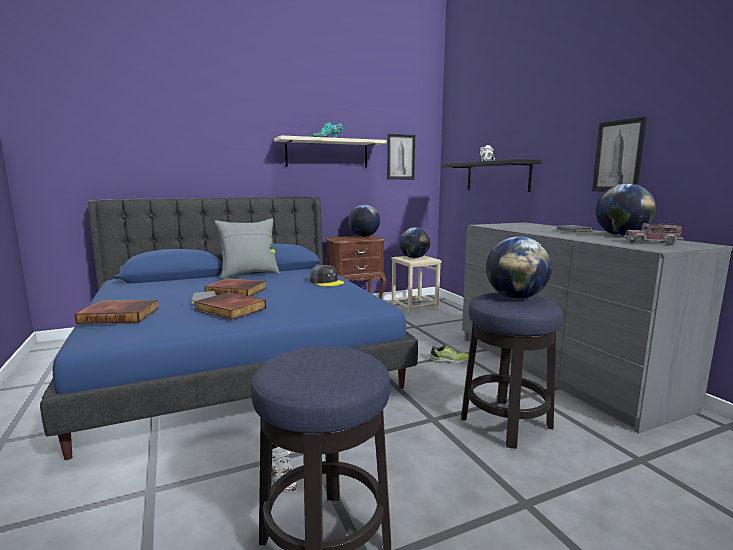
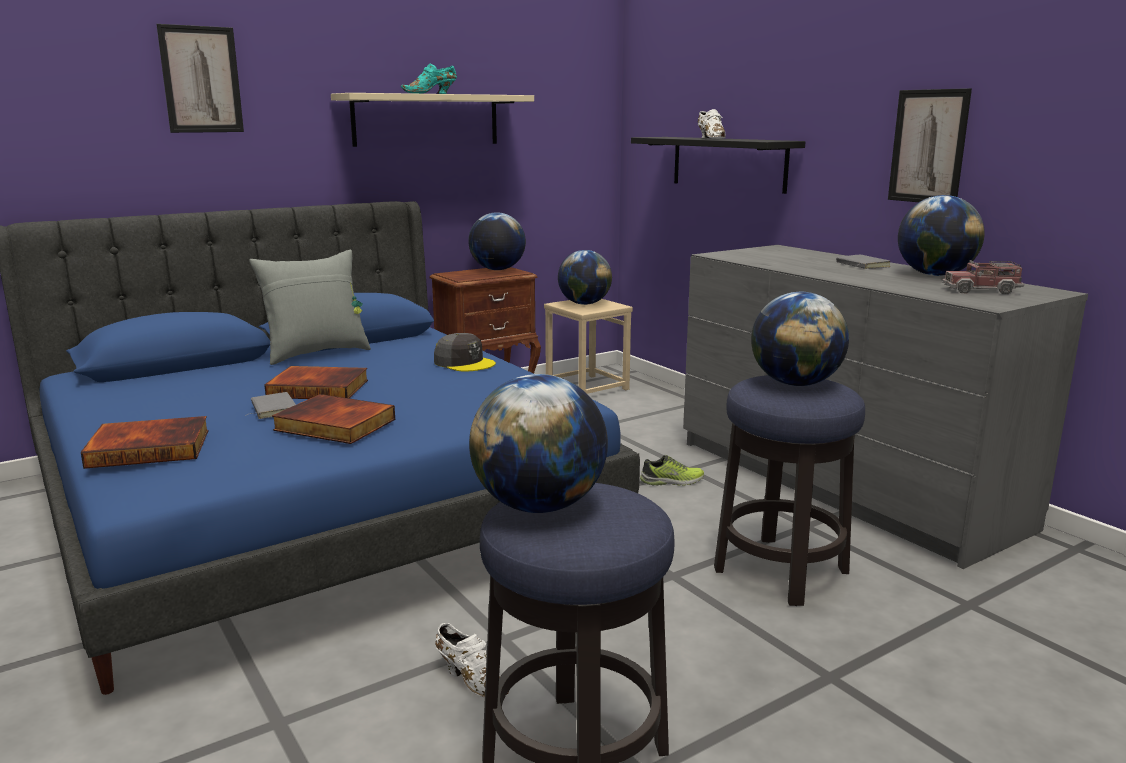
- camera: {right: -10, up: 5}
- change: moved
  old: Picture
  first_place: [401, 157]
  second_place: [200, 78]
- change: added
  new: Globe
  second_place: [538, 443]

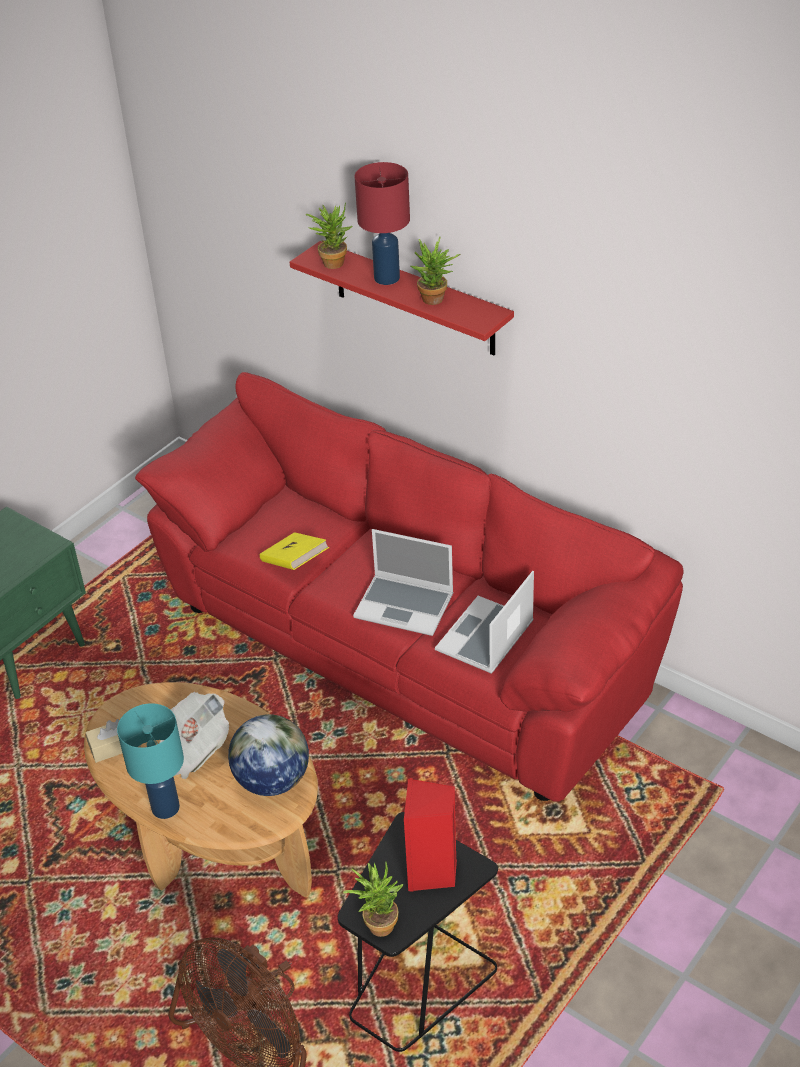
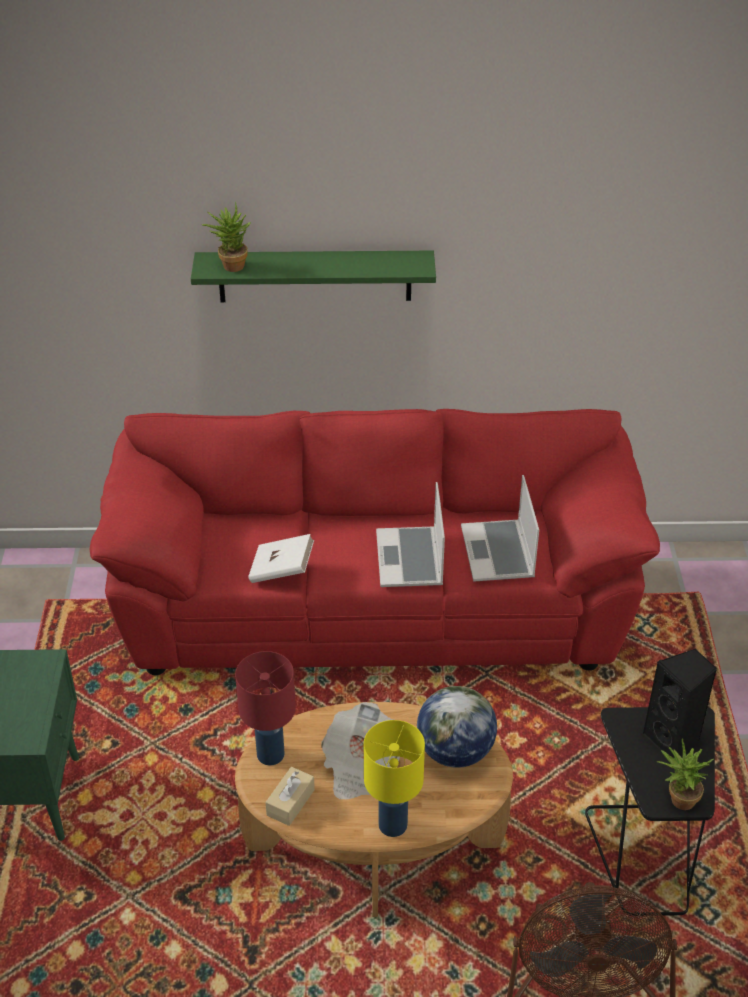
- camera: {right: -40, up: 0}
- change: recoloured
  old: RedShelf
  new: GreenShelf
  first_place: [402, 298]
  second_place: [313, 276]
- change: moved
  old: RedTableLamp
  first_place: [382, 223]
  second_place: [265, 708]
- change: recoloured
  old: YellowBook
  new: WhiteBook
  first_place: [294, 551]
  second_place: [281, 558]
- change: recoloured
  old: TurquoiseTableLamp
  new: YellowTableLamp
  first_place: [150, 761]
  second_place: [394, 778]
- change: turned
  old: Laptop
  first_place: [403, 582]
  second_place: [410, 534]
  degrees: 105
- change: recoloured
  old: RedSpeaker
  new: BlackSpeaker
  first_place: [430, 835]
  second_place: [680, 703]
- change: removed
  old: PottedPlant
  first_place: [435, 270]

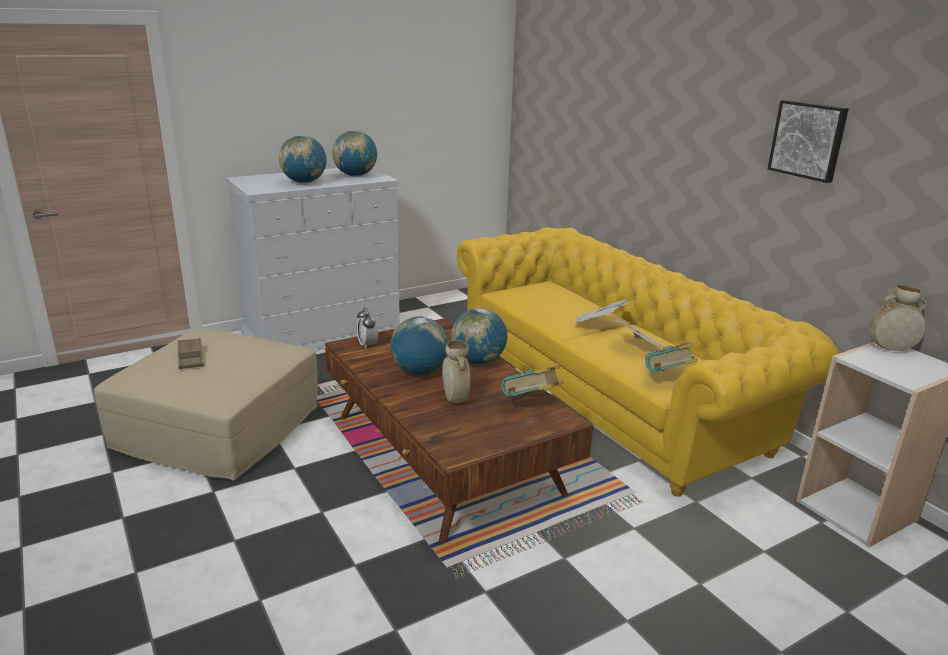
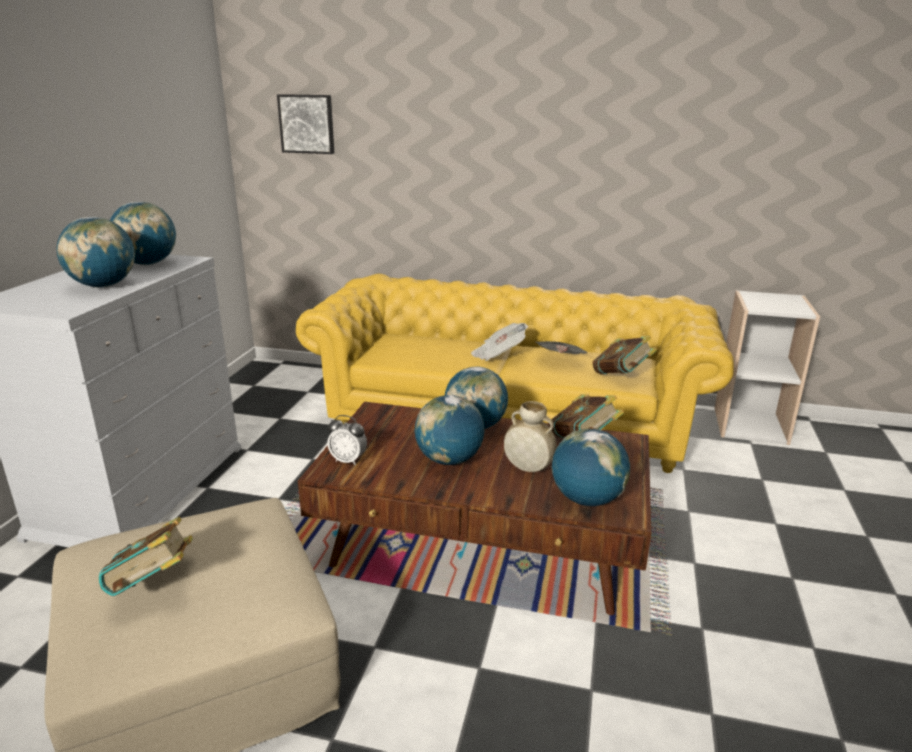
- camera: {right: -45, up: 0}
- change: replaced
  old: BrownTray
  new: Book
  first_place: [190, 353]
  second_place: [146, 556]
- change: moved
  old: Picture
  first_place: [808, 141]
  second_place: [305, 124]
- change: added
  new: Globe
  second_place: [591, 467]
- change: removed
  old: BeigeVase
  first_place: [897, 318]

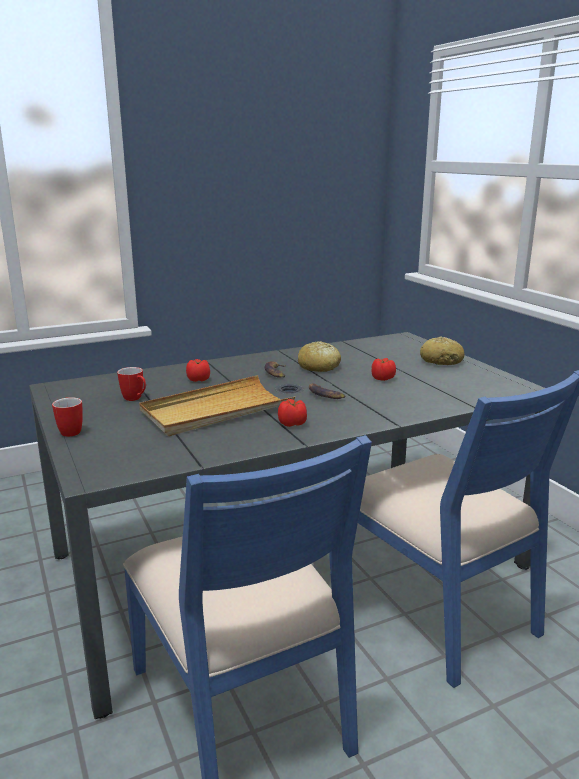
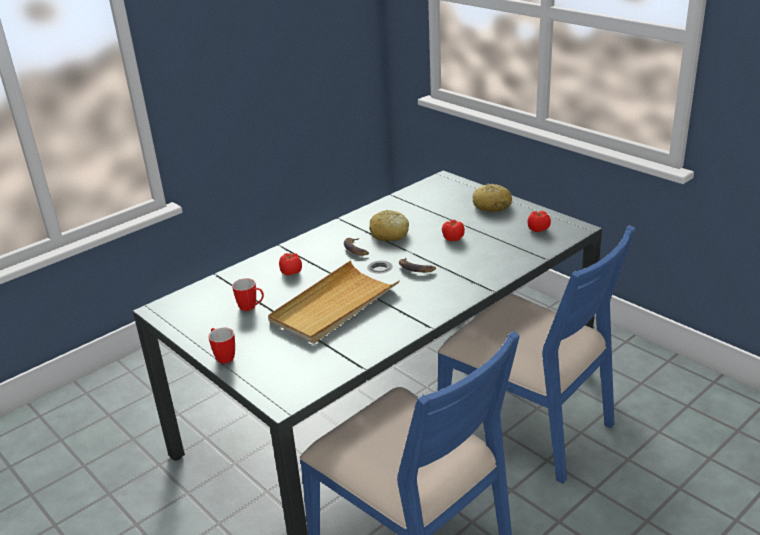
- camera: {right: -15, up: 10}
- change: moved
  old: Tomato
  first_place: [292, 413]
  second_place: [539, 221]

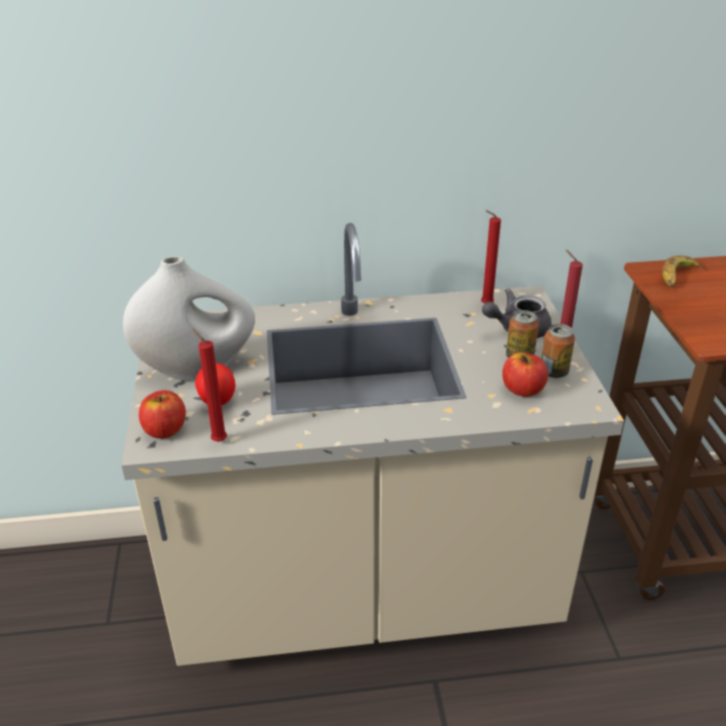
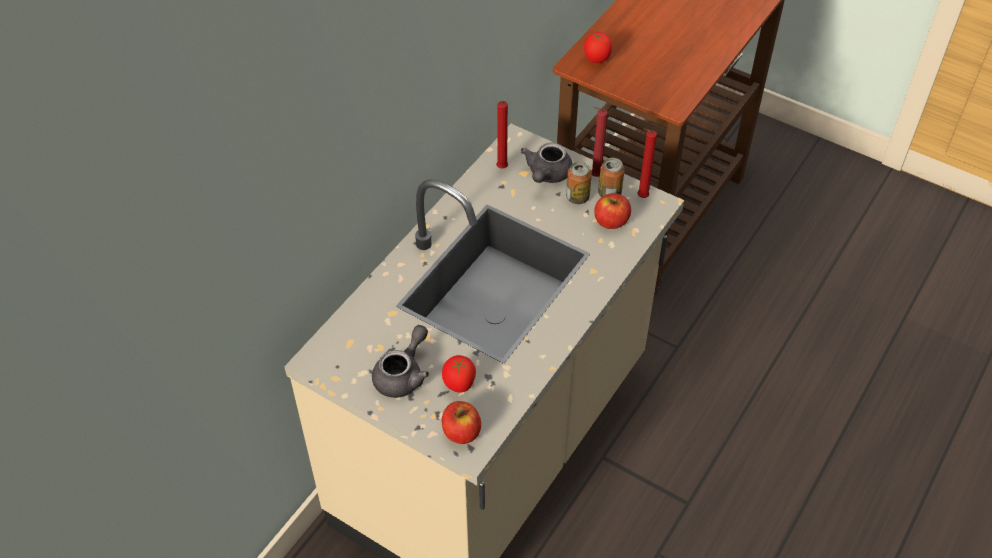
- camera: {right: -50, up: 15}
- change: replaced
  old: WhiteVase
  new: GreyTeapot
  first_place: [189, 318]
  second_place: [401, 361]
- change: replaced
  old: Banana
  new: Tomato
  first_place: [682, 271]
  second_place: [598, 47]
- change: moved
  old: RedCandle
  first_place: [209, 385]
  second_place: [647, 163]

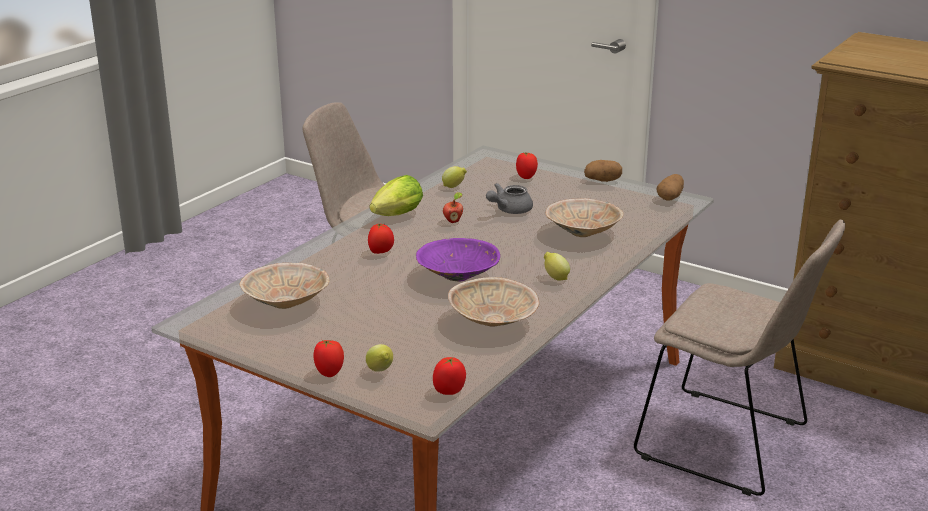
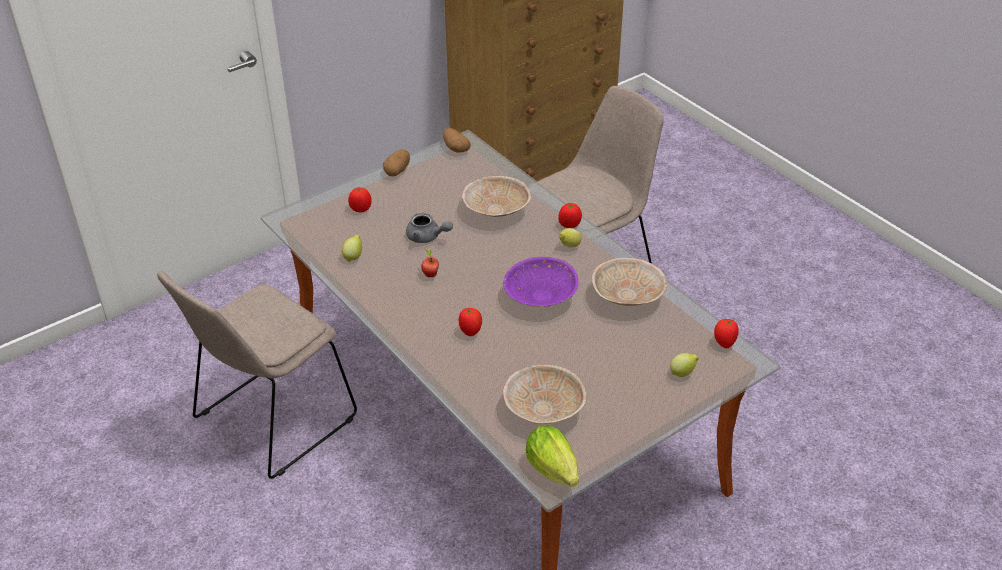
- camera: {right: -70, up: 15}
- change: turned
  old: GreyTeapot
  first_place: [509, 198]
  second_place: [429, 228]
  degrees: -45
- change: moved
  old: Lettuce
  first_place: [396, 195]
  second_place: [552, 456]
- change: moved
  old: Tomato
  first_place: [329, 358]
  second_place: [570, 215]

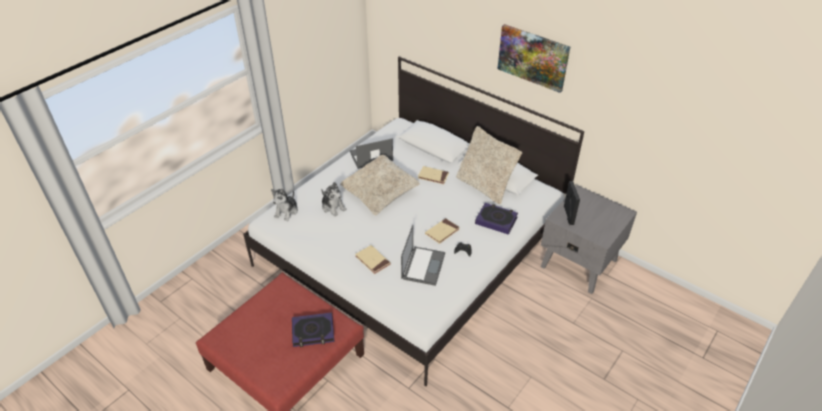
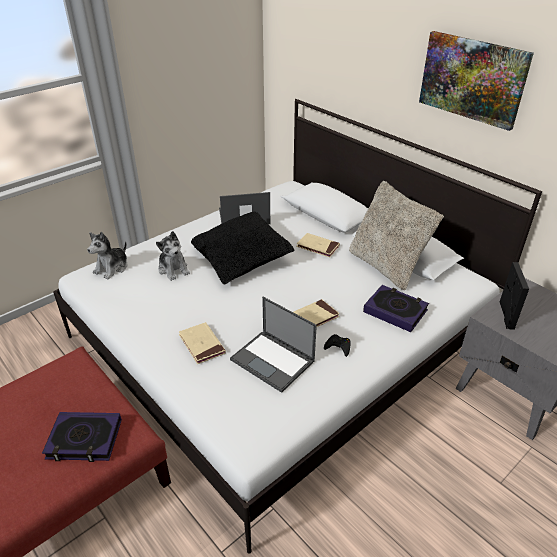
- camera: {right: 10, up: -5}
- change: recoloured
  old: BeigePillow
  new: BlackPillow
  first_place: [380, 185]
  second_place: [242, 248]
- change: turned
  old: Laptop
  first_place: [423, 255]
  second_place: [273, 345]
  degrees: 105

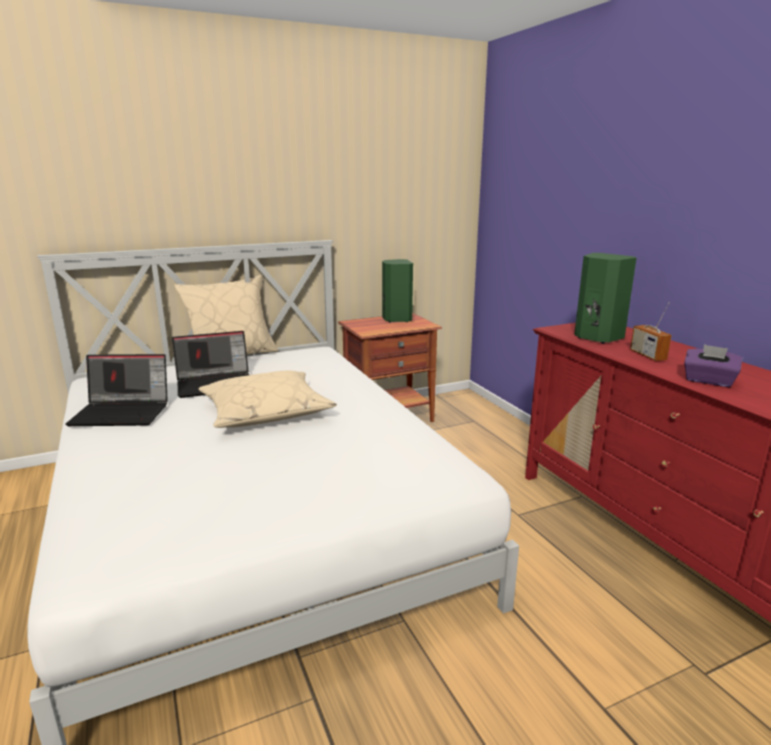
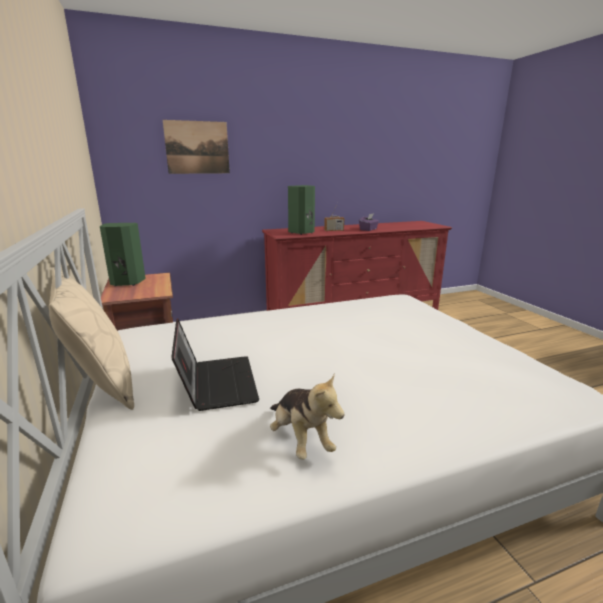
- camera: {right: -85, up: 0}
- change: added
  new: Picture
  second_place: [196, 147]
- change: replaced
  old: Laptop
  new: PlushToy
  first_place: [117, 390]
  second_place: [307, 416]
- change: removed
  old: BeigePillow
  first_place: [267, 399]

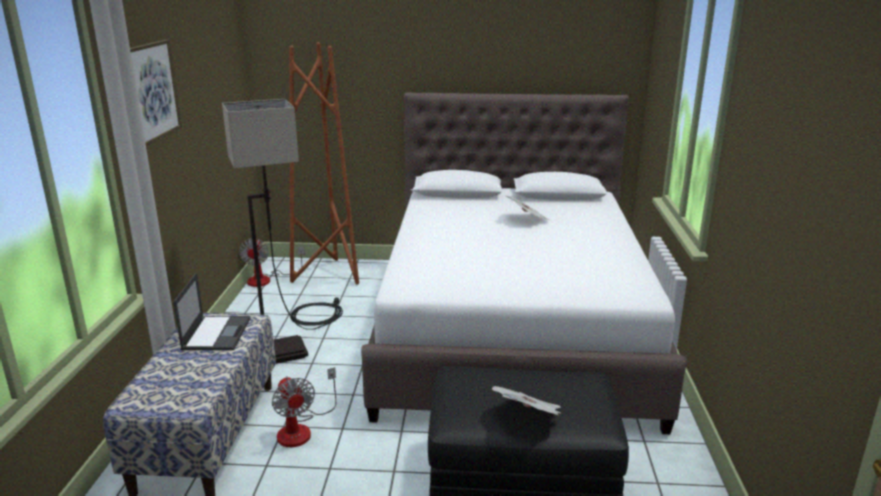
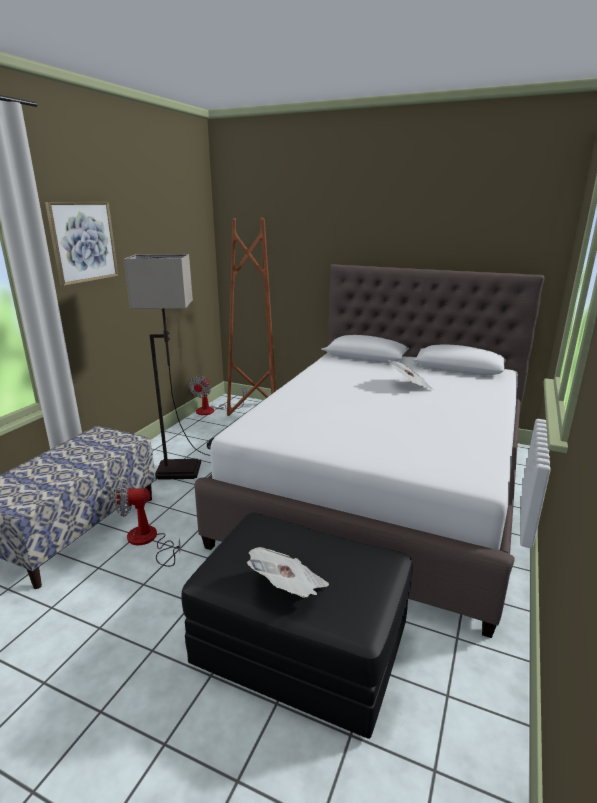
- camera: {right: 20, up: 0}
- change: turned
  old: Fan
  first_place: [304, 407]
  second_place: [148, 523]
  degrees: 90
- change: removed
  old: Laptop
  first_place: [211, 311]

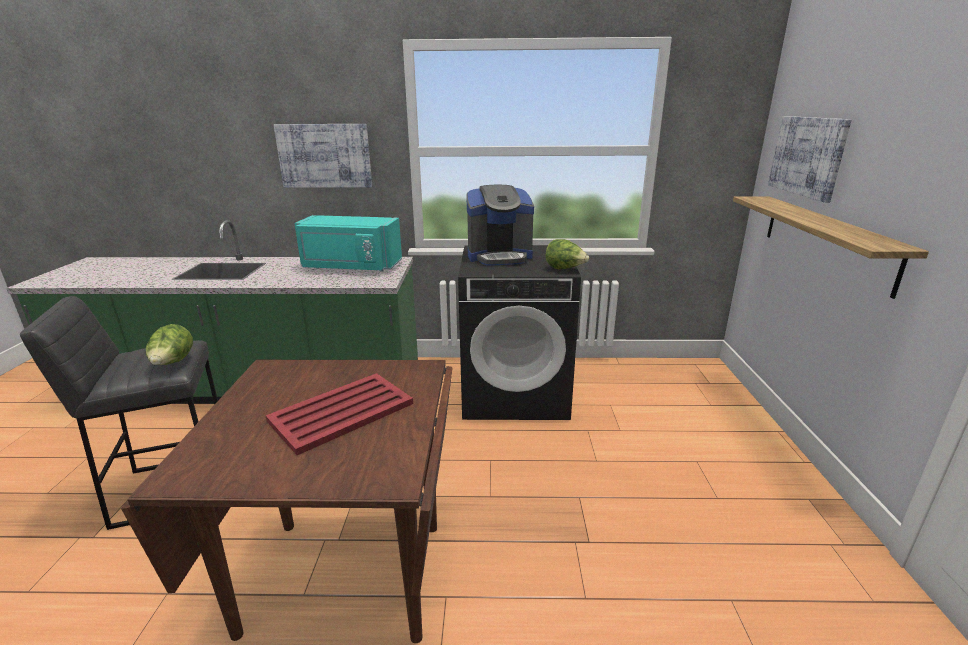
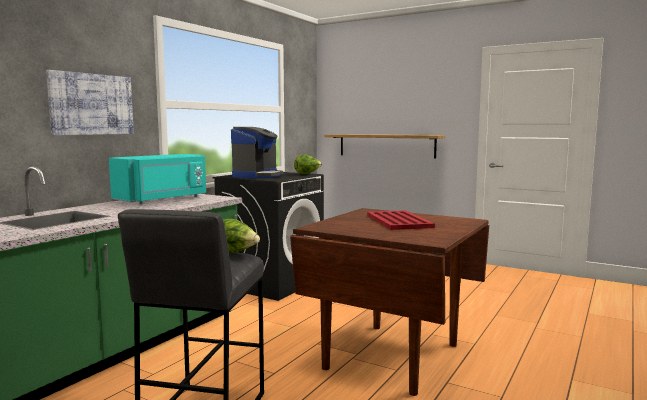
- camera: {right: -60, up: -15}
- change: removed
  old: Picture
  first_place: [810, 159]

